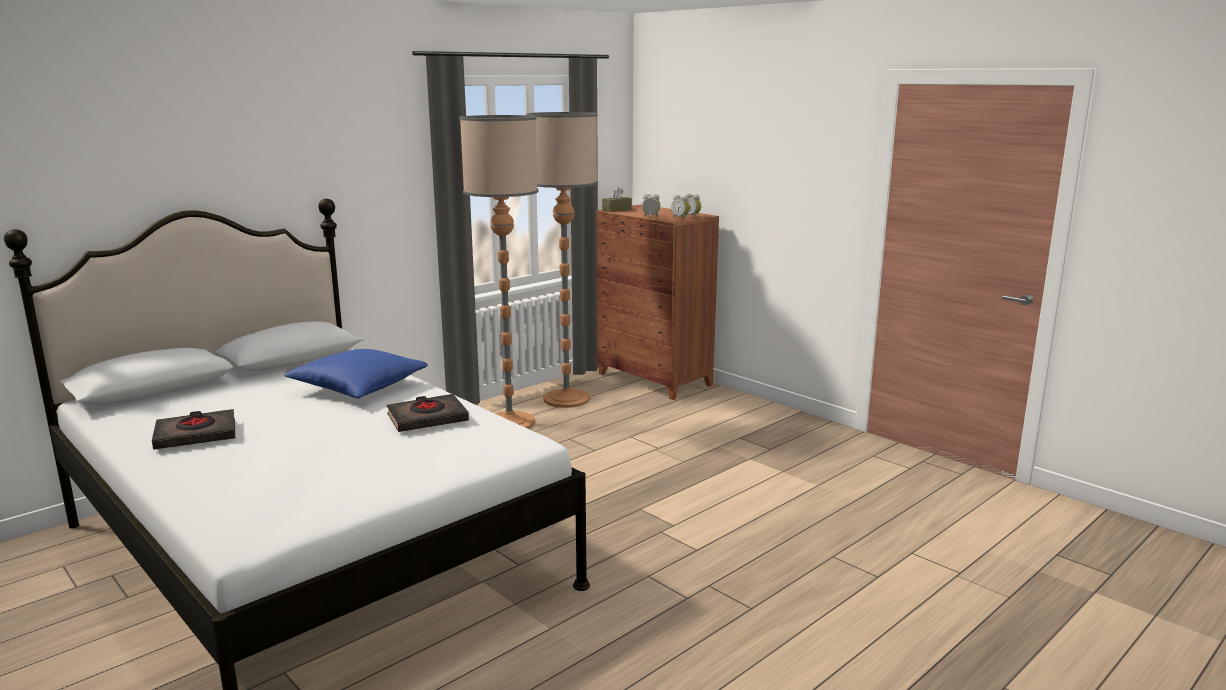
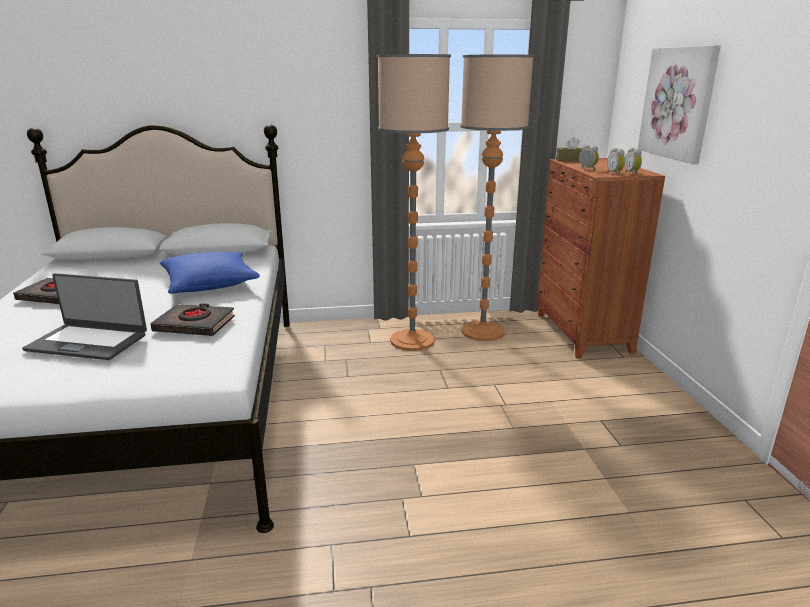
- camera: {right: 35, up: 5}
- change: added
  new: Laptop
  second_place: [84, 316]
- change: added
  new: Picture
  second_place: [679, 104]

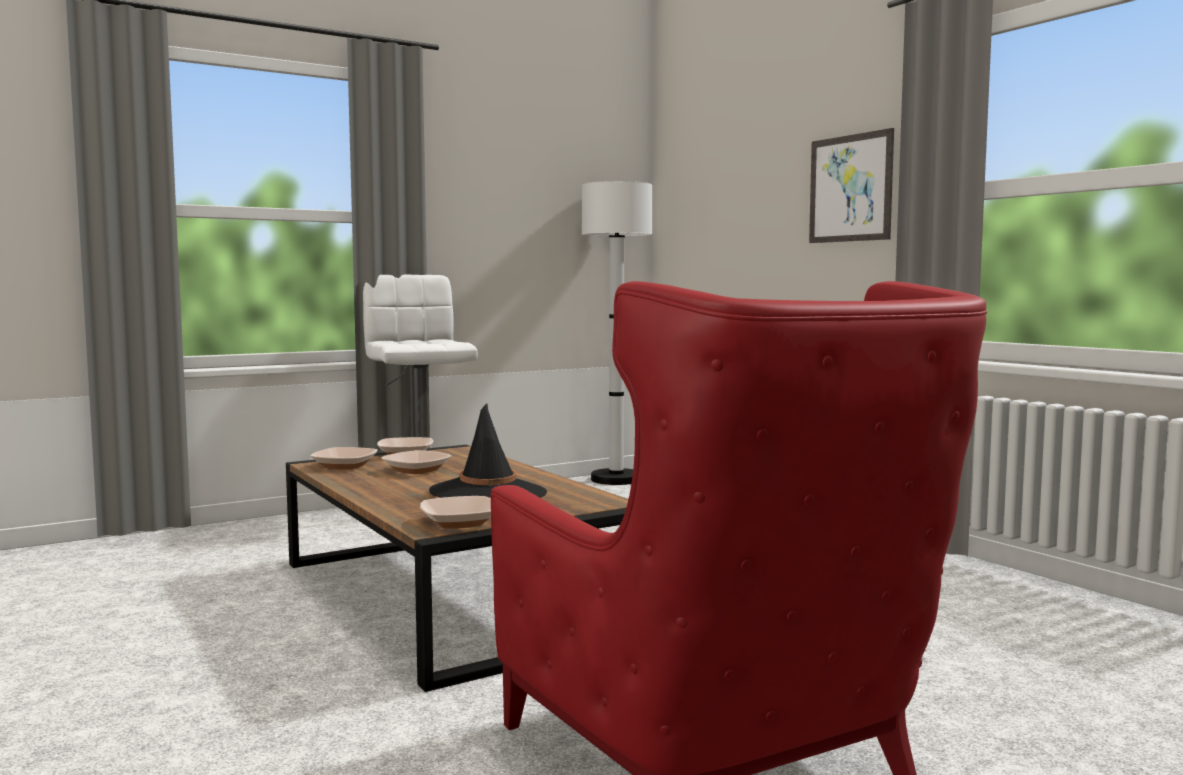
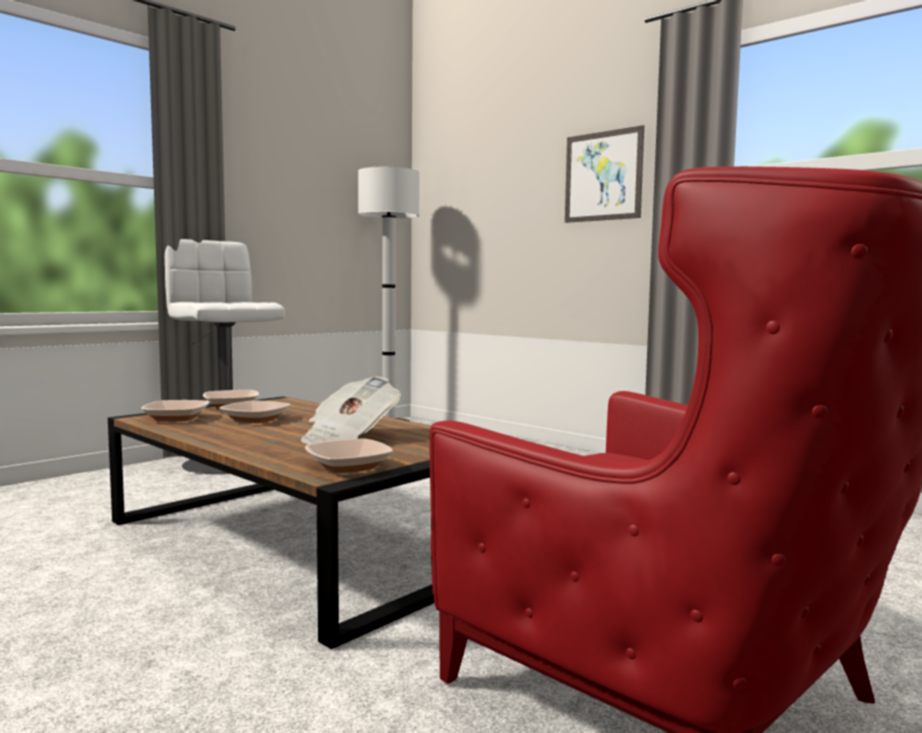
- camera: {right: -15, up: 0}
- change: replaced
  old: BlackHat
  new: Newspaper
  first_place: [488, 450]
  second_place: [351, 410]

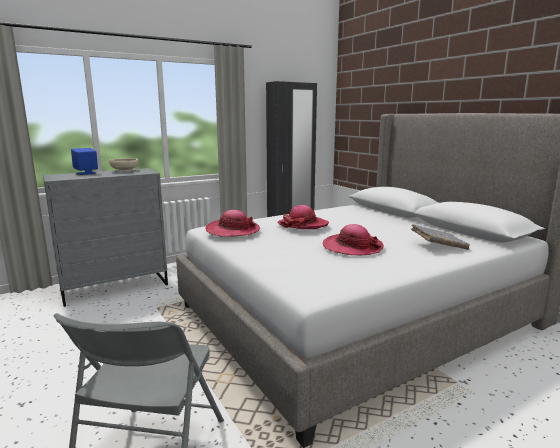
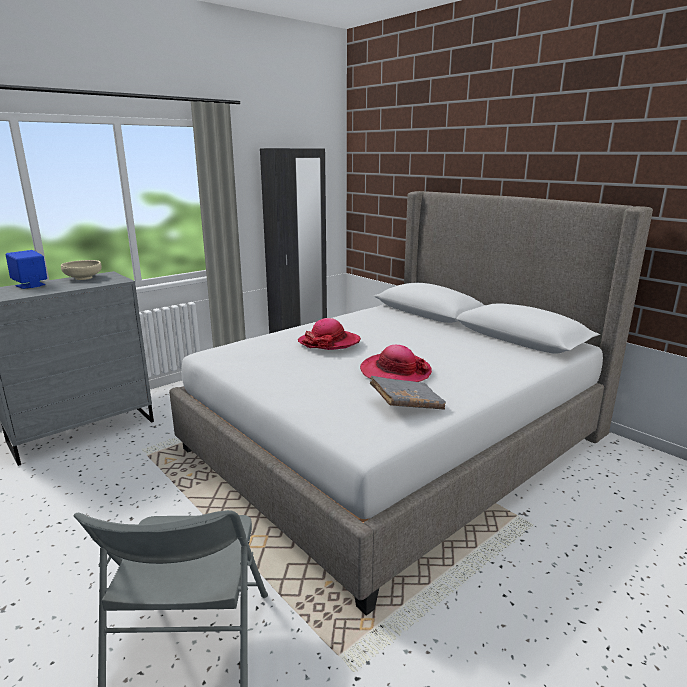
- camera: {right: -10, up: 5}
- change: moved
  old: GreyBook
  first_place: [440, 237]
  second_place: [408, 393]
- change: removed
  old: Hat
  first_place: [232, 223]

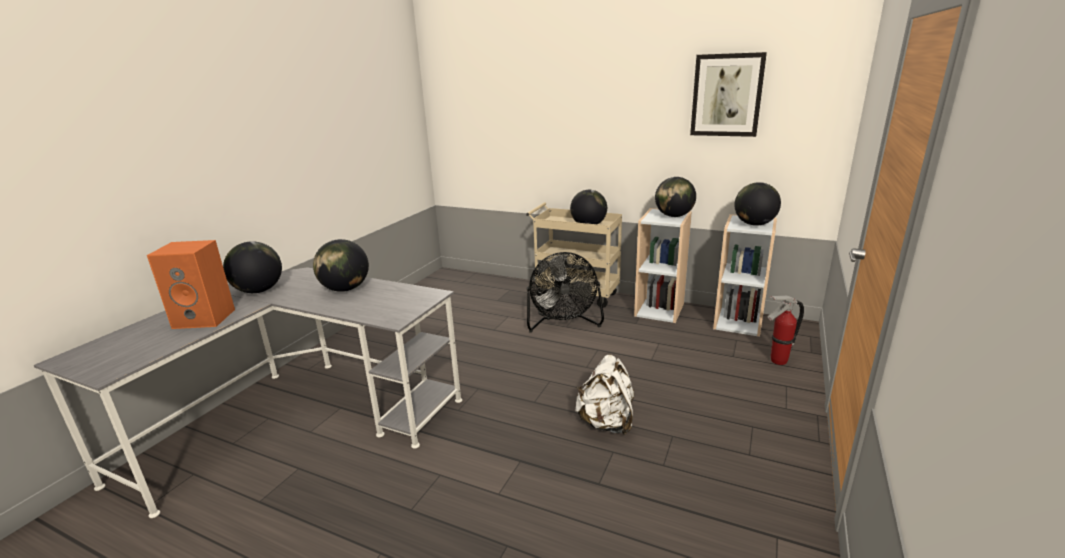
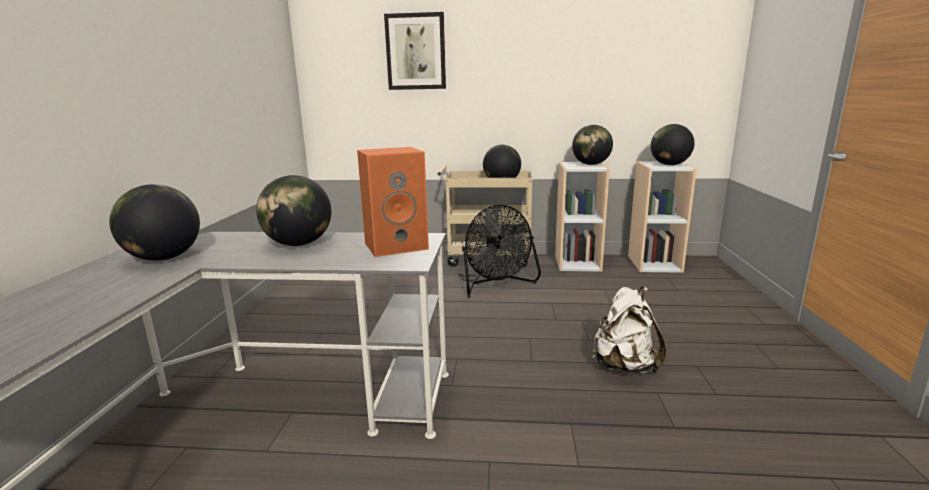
- camera: {right: -20, up: -5}
- change: moved
  old: OrangeSpeaker
  first_place: [191, 284]
  second_place: [393, 202]
- change: moved
  old: Picture
  first_place: [728, 94]
  second_place: [415, 51]
- change: removed
  old: FireExtinguisher
  first_place: [785, 330]

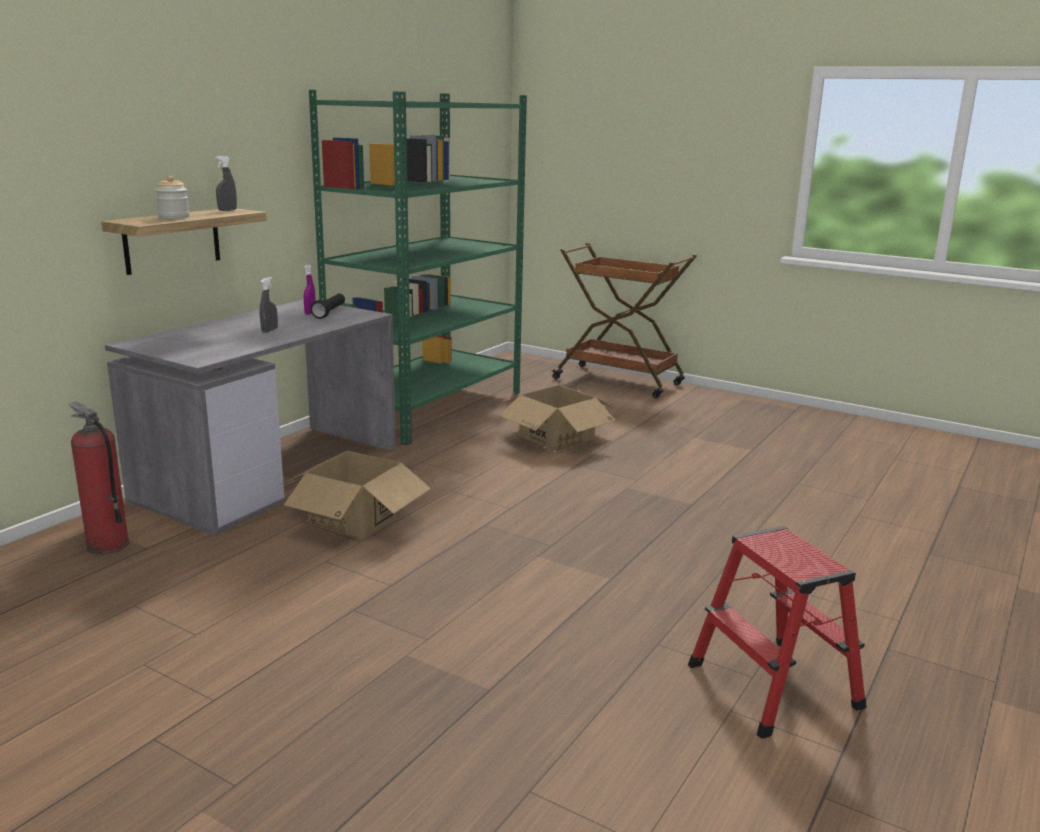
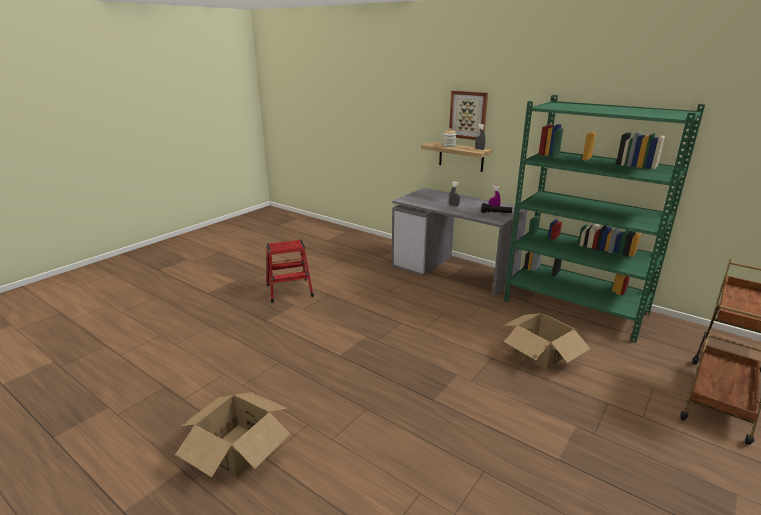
- camera: {right: 95, up: 5}
- change: moved
  old: CardboardBox
  first_place: [355, 495]
  second_place: [232, 435]
- change: moved
  old: RedStepLadder
  first_place: [777, 632]
  second_place: [290, 271]
- change: added
  new: Picture
  second_place: [468, 115]
- change: removed
  old: FireExtinguisher
  first_place: [99, 478]

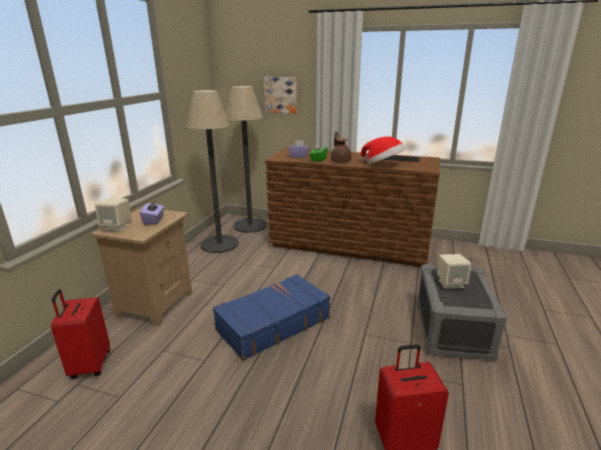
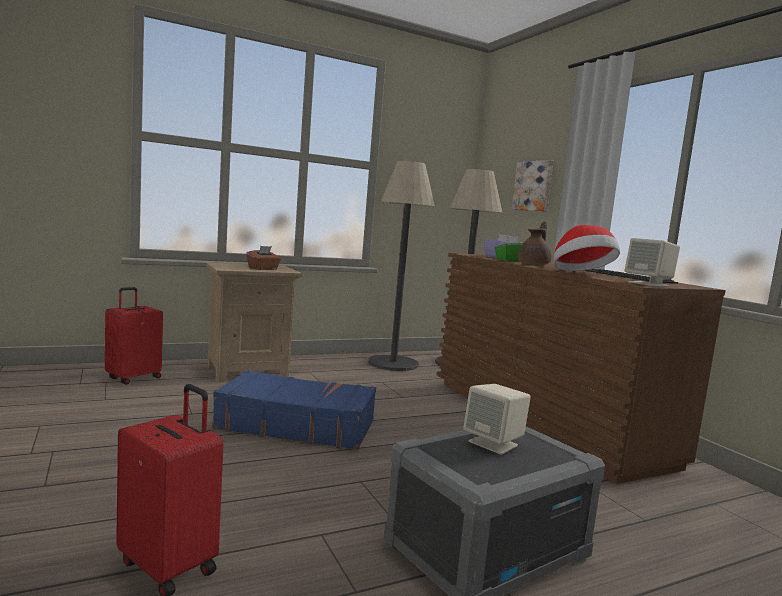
- camera: {right: 45, up: -15}
- change: recoloured
  old: PurpleTissueBox
  new: BrownTissueBox
  first_place: [152, 212]
  second_place: [263, 258]
- change: moved
  old: BeigeSpeaker
  first_place: [113, 214]
  second_place: [652, 262]

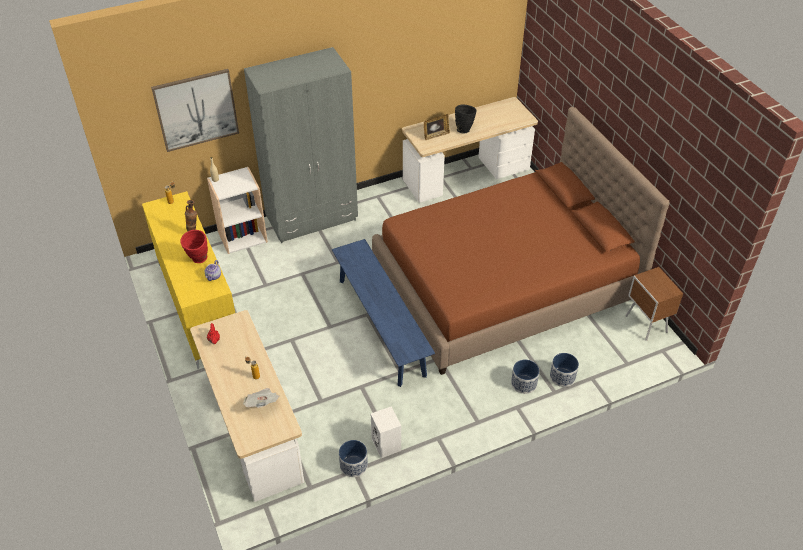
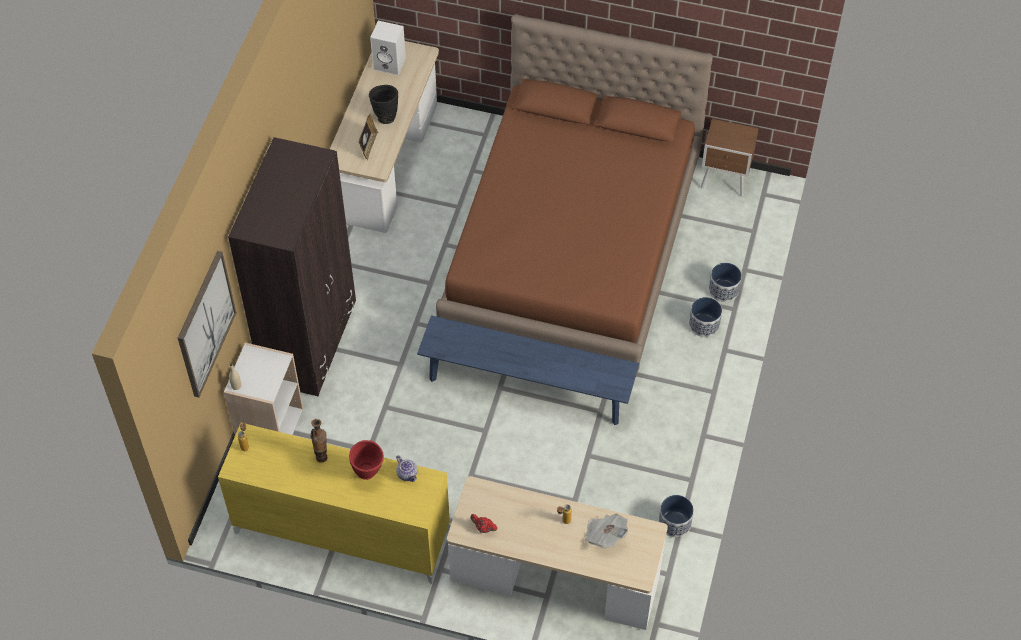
- camera: {right: -50, up: 10}
- change: recoloured
  old: GreyWardrobe
  new: BrownWardrobe
  first_place: [301, 145]
  second_place: [292, 267]
- change: moved
  old: WhiteSpeaker
  first_place: [386, 432]
  second_place: [388, 48]

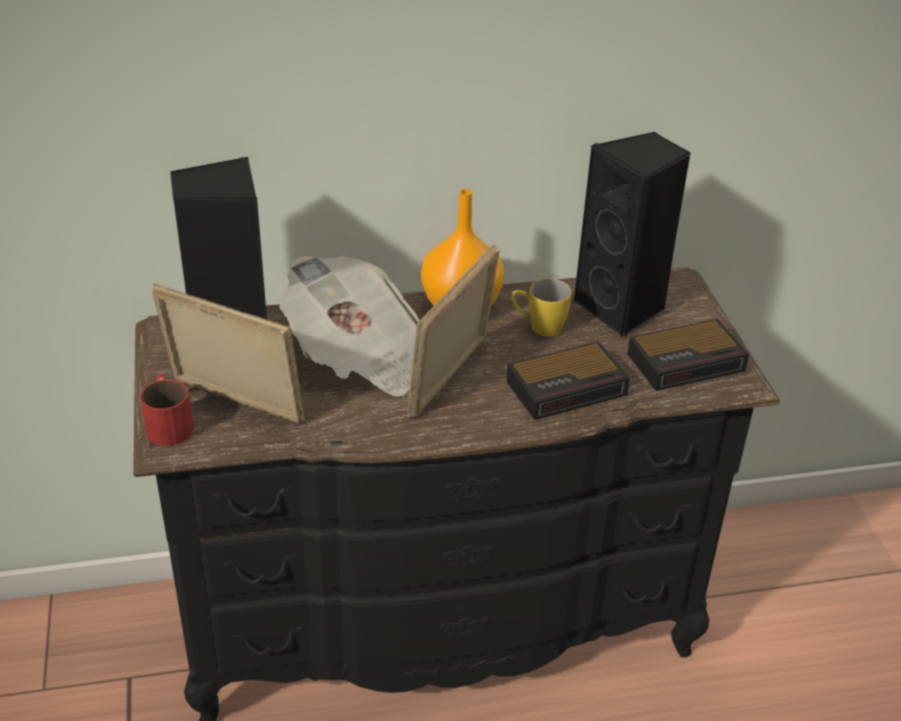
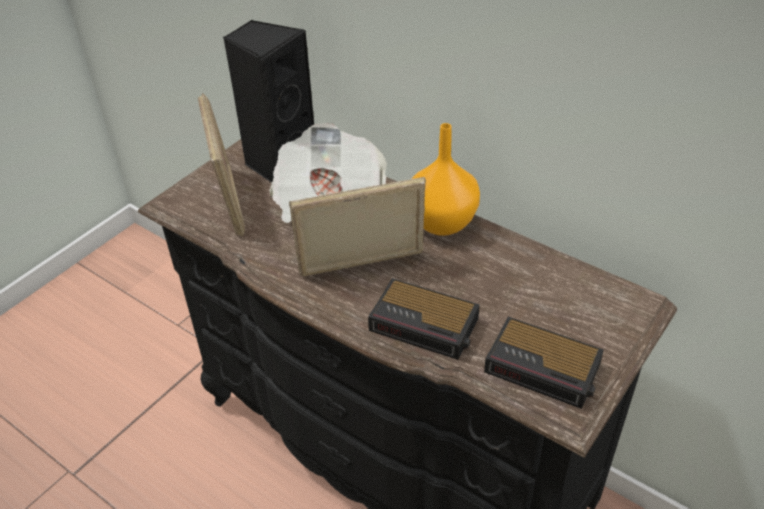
- camera: {right: 50, up: 5}
- change: removed
  old: RedMug
  first_place: [167, 410]
- change: removed
  old: YellowMug
  first_place: [541, 307]
- change: removed
  old: BlackSpeaker
  first_place: [632, 235]

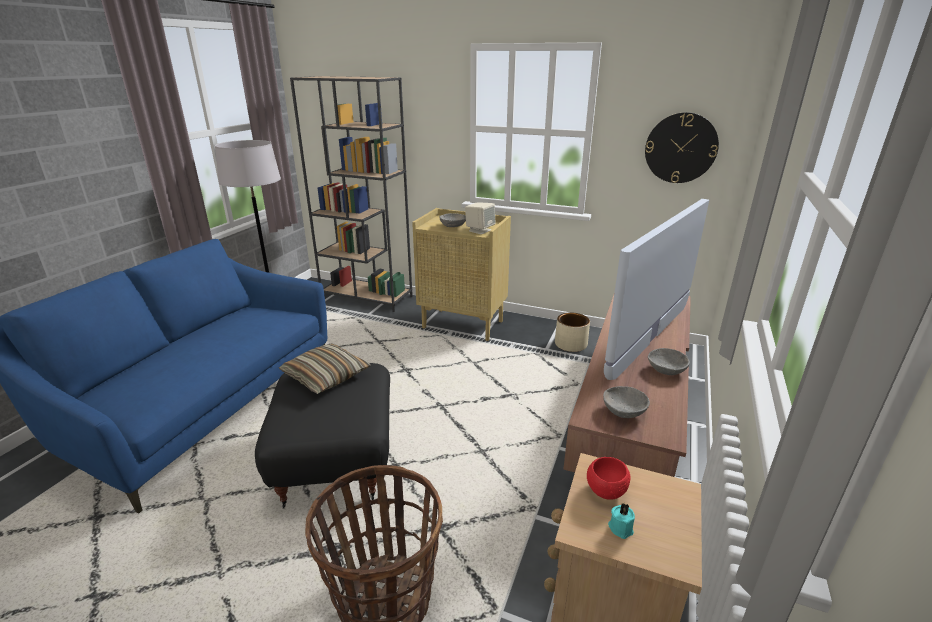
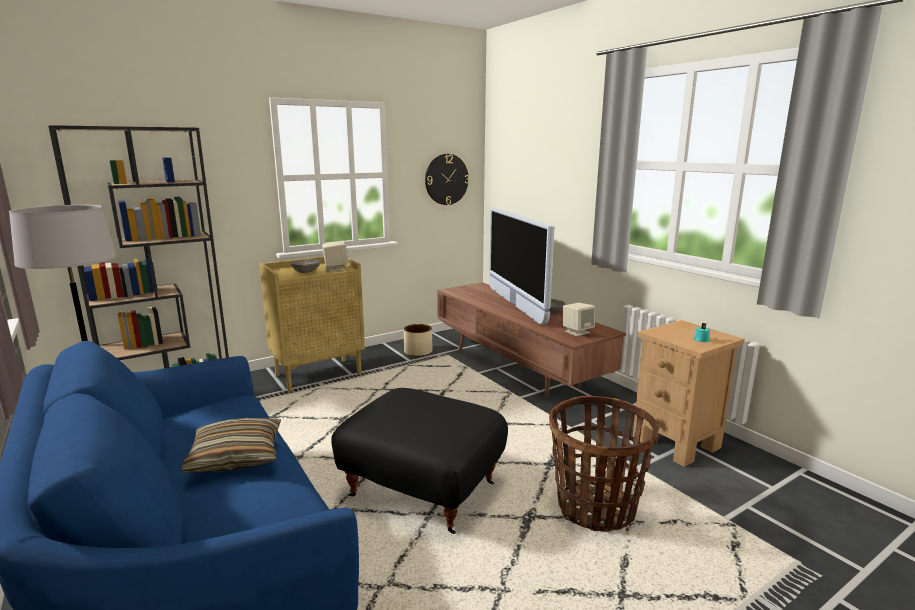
- camera: {right: -55, up: -10}
- change: moved
  old: Pillow
  first_place: [325, 368]
  second_place: [231, 445]
- change: replaced
  old: GreyBowl
  new: BeigeSpeaker
  first_place: [626, 402]
  second_place: [579, 319]
- change: removed
  old: RedBowl
  first_place: [608, 478]

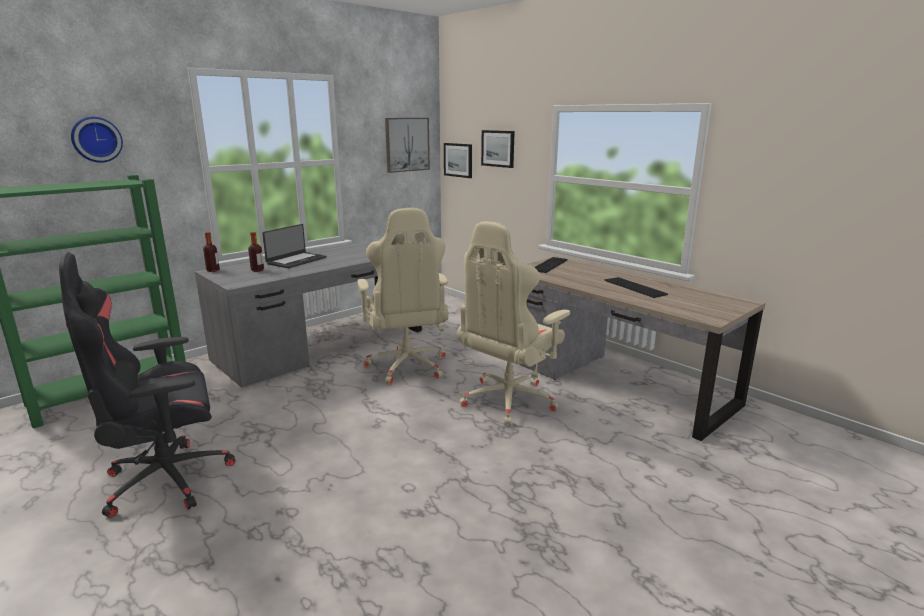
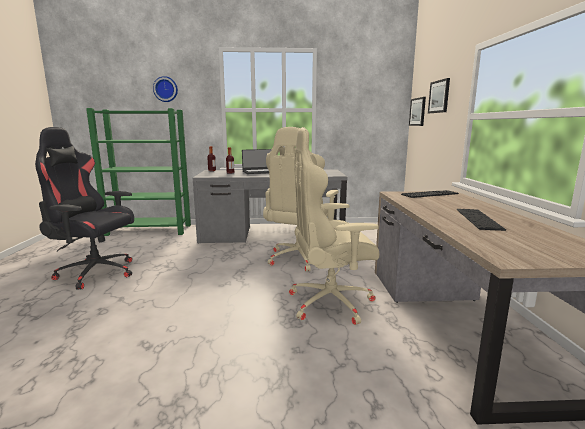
- camera: {right: 40, up: -5}
- change: removed
  old: Picture
  first_place: [407, 145]

